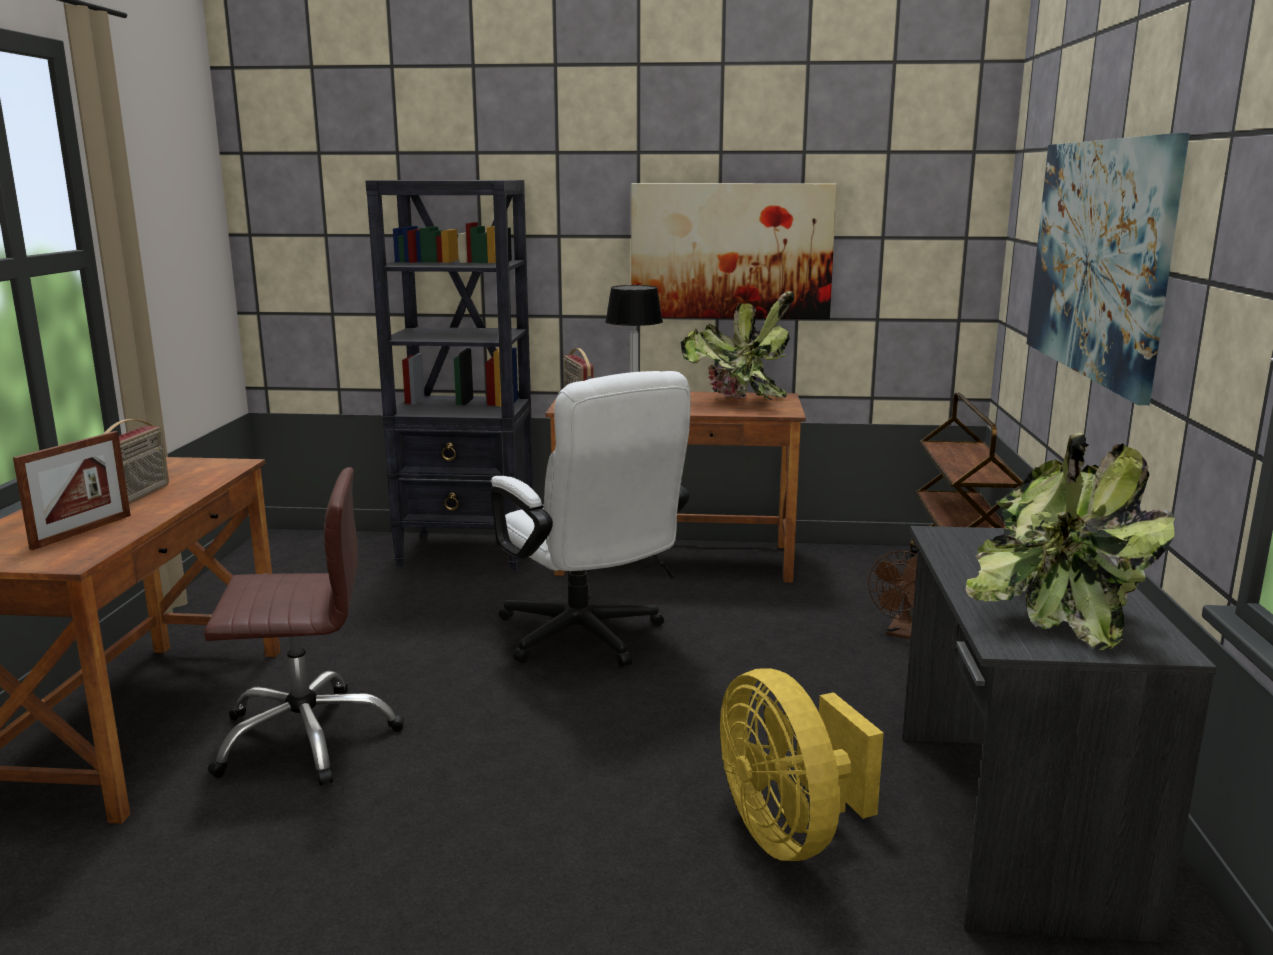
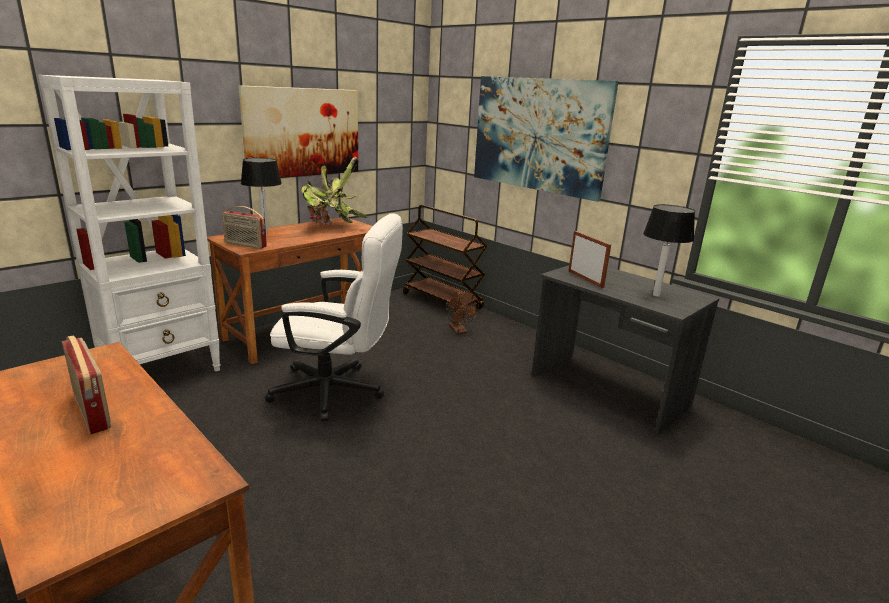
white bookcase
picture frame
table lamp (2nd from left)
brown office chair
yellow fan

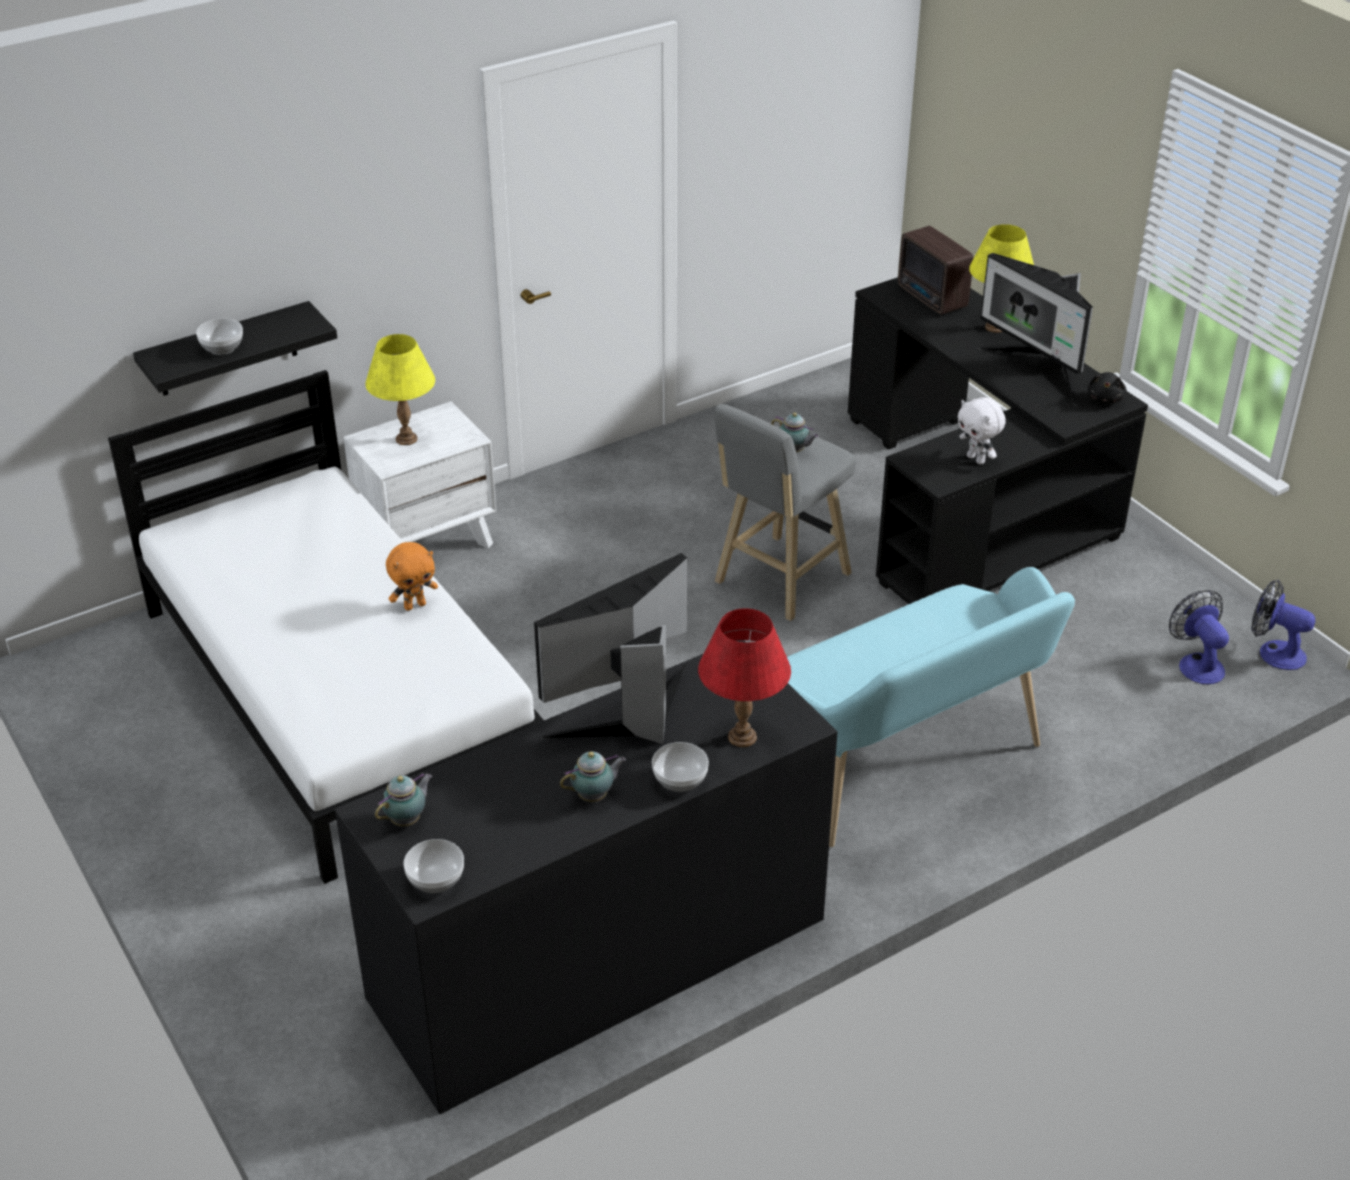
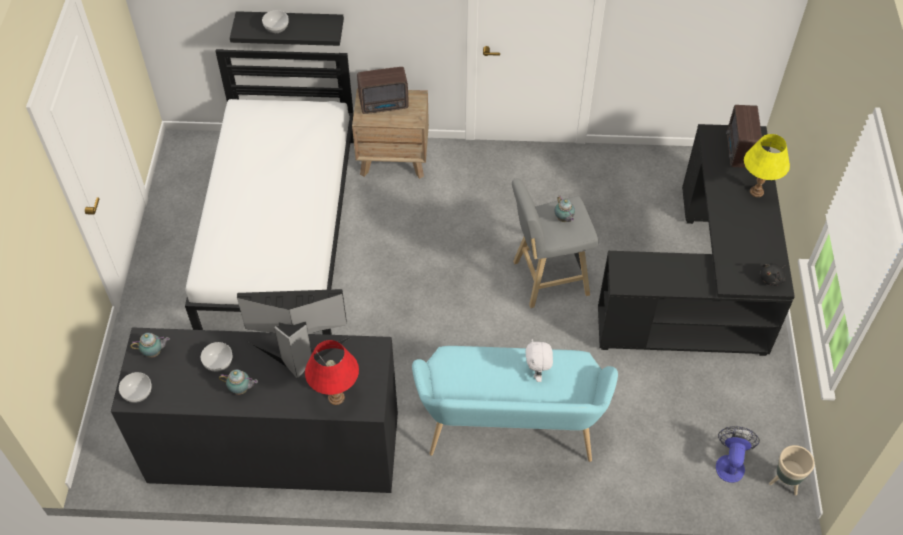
bowl (2nd from left)
brown nightstand
radio (1st from left)
white plush toy
beige planter
orange plush toy
monitor (2nd from left in the first image)

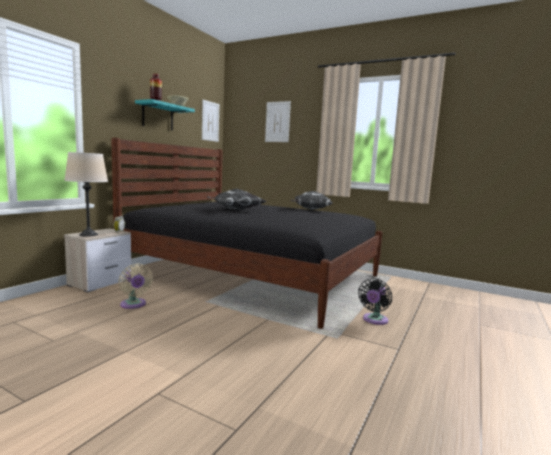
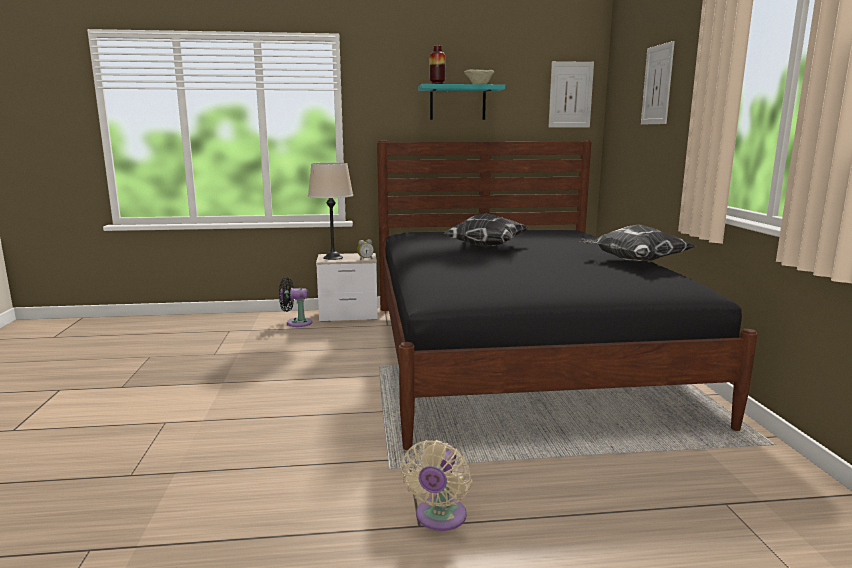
black fan
beige fan

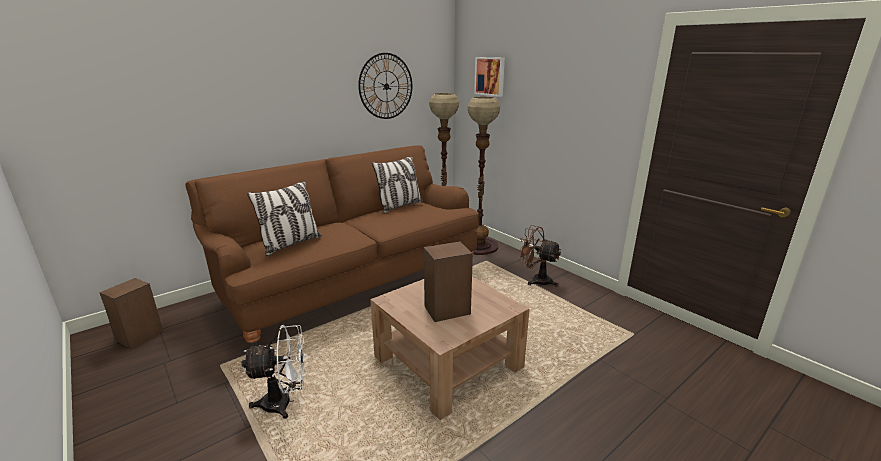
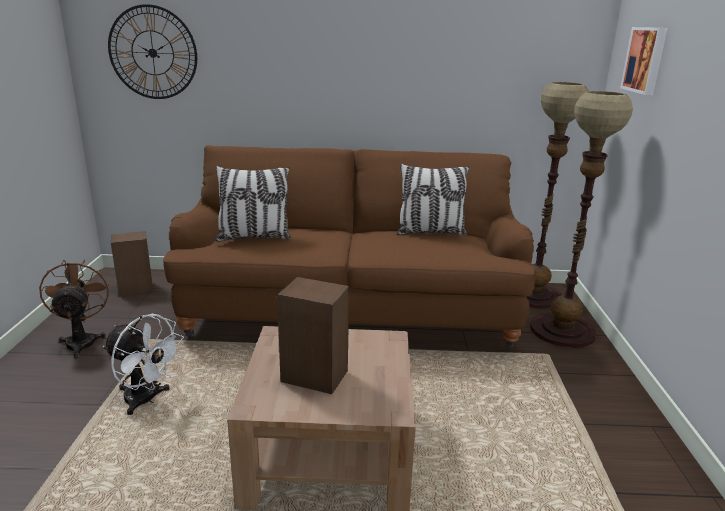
brown fan
wall clock

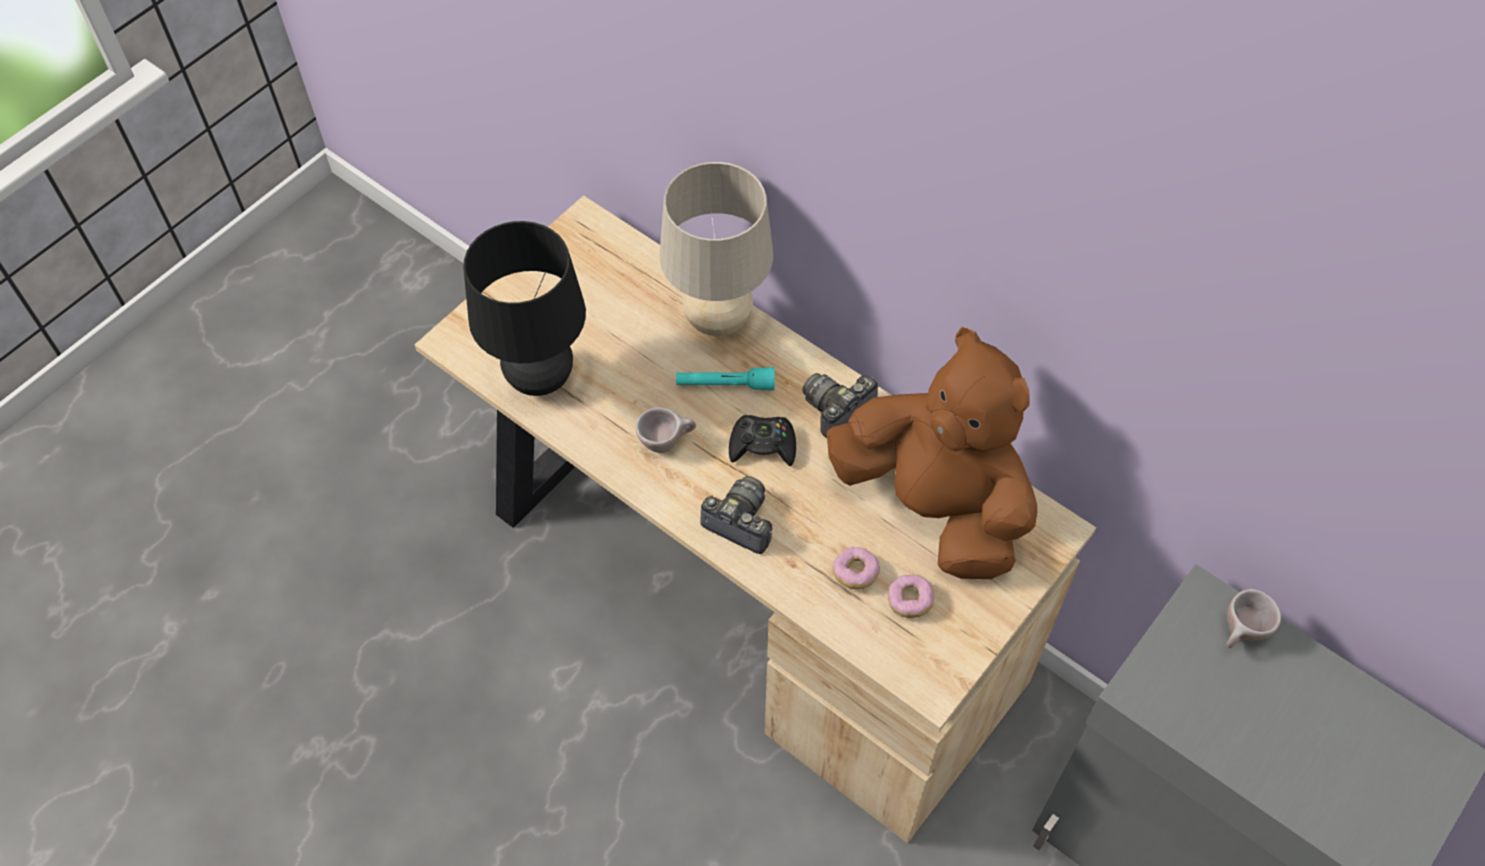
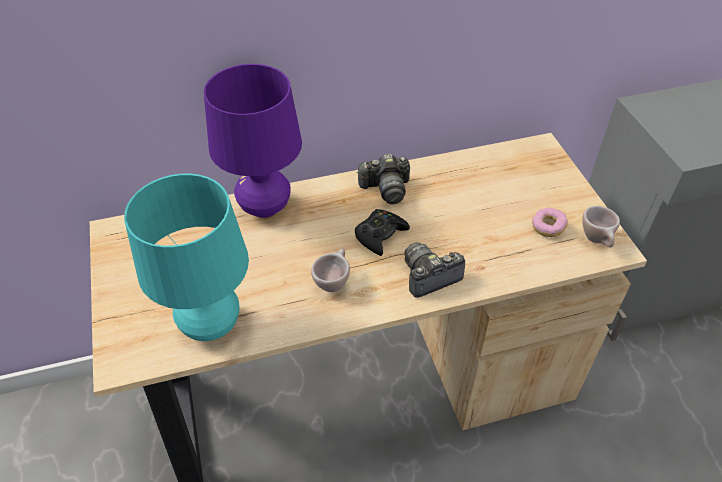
turquoise table lamp
purple table lamp
photo camera (1st from left)
beige cup (2nd from left)
turquoise flashlight
brown plush toy
donut (1st from left in the first image)

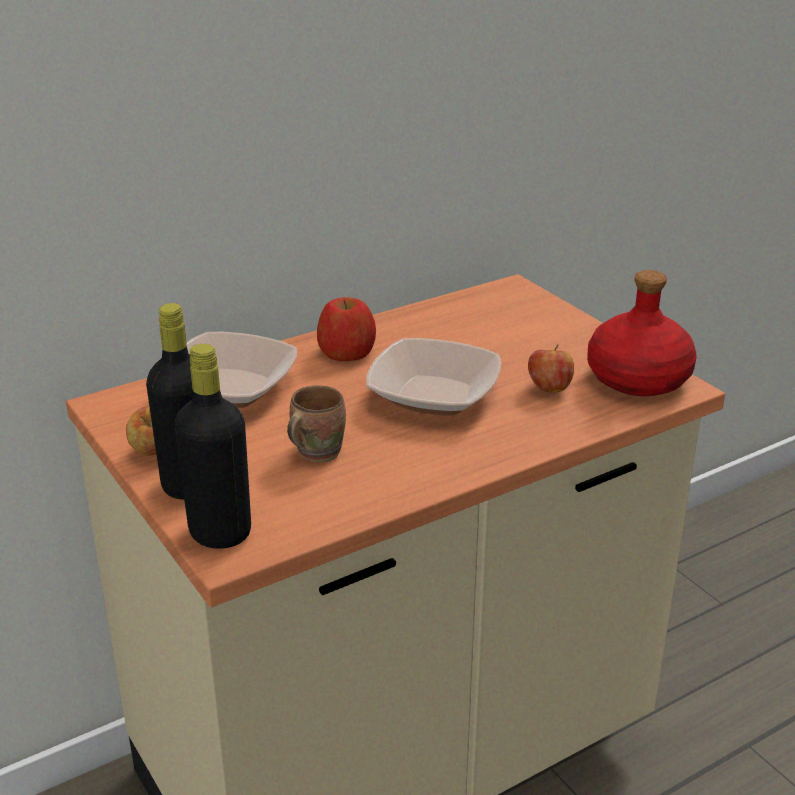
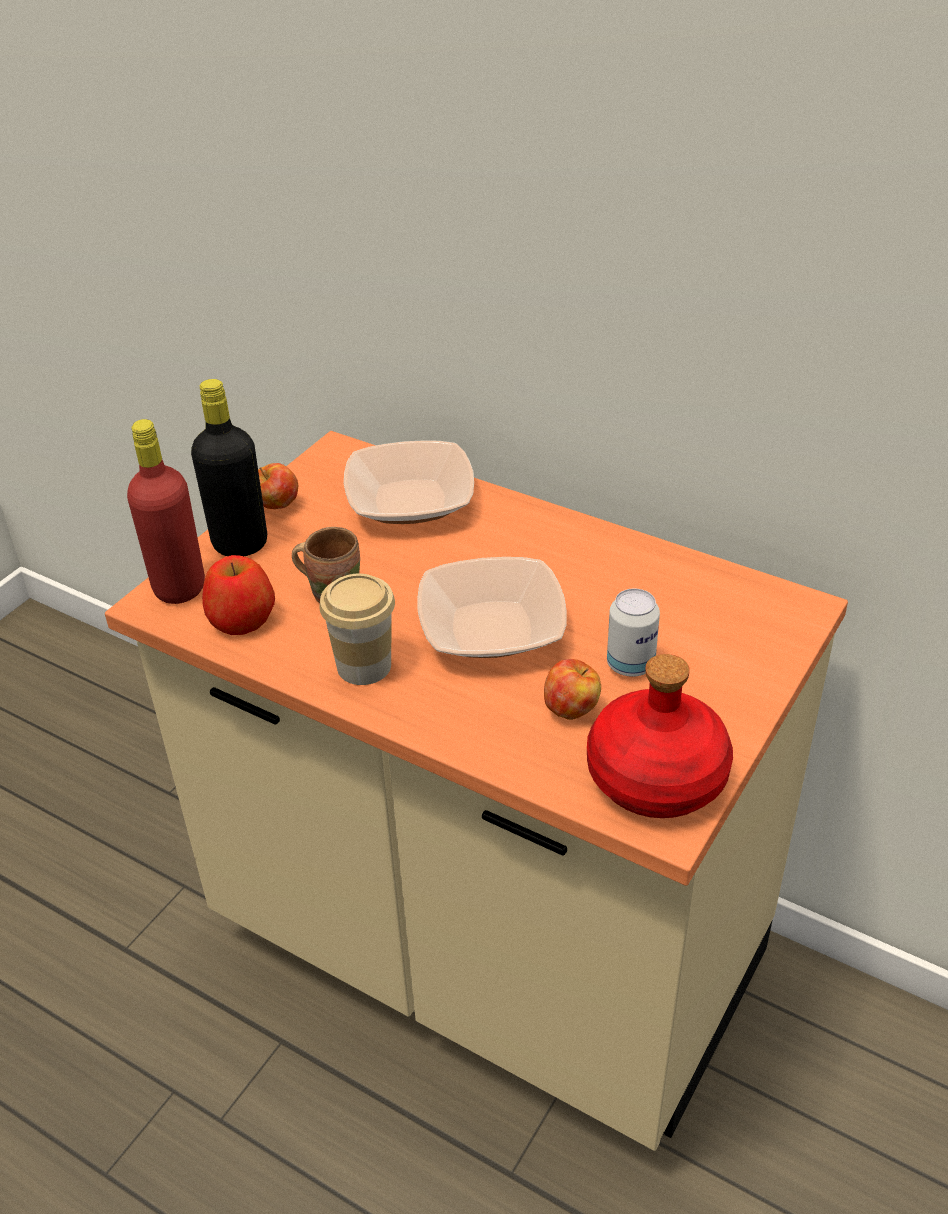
red bottle (1st from left)
apple (1st from left)
cup
can

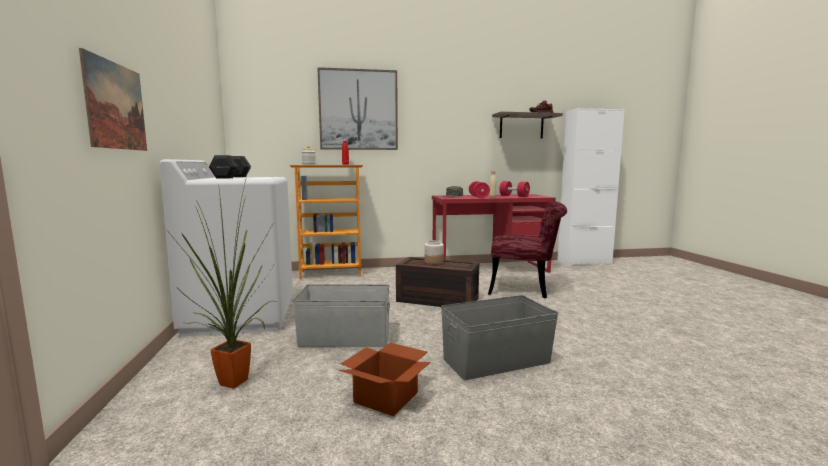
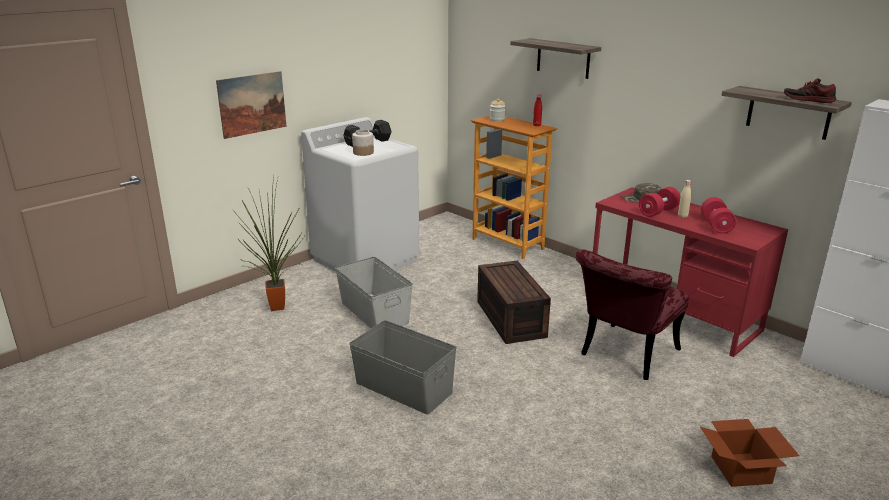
jar (1st from left)
shelf (1st from left)
red chair
cardboard box

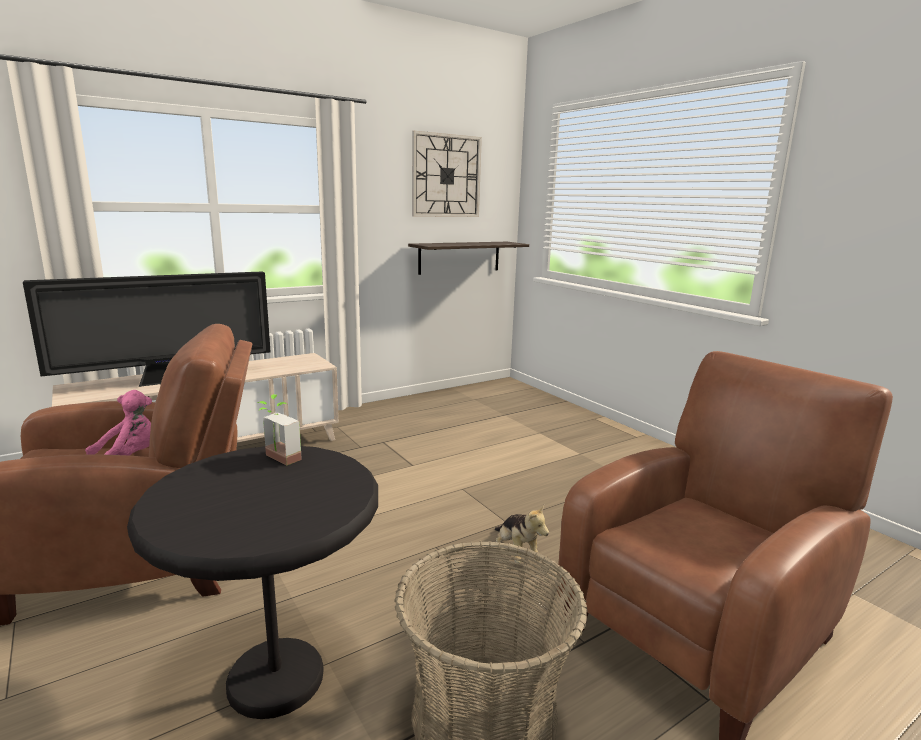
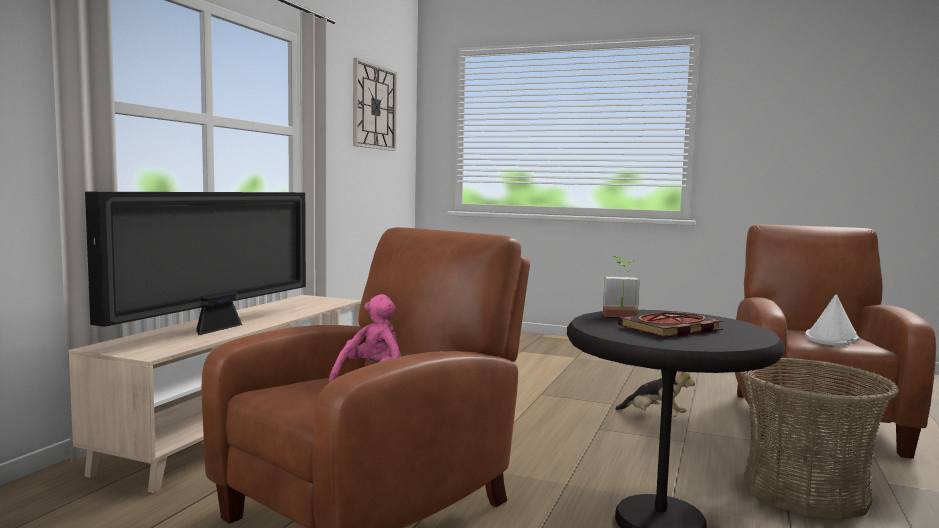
book
white hat
shelf

